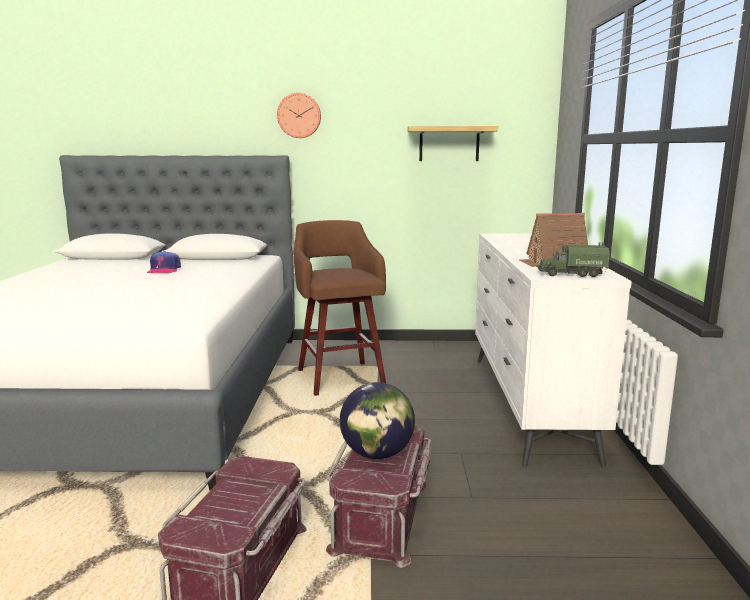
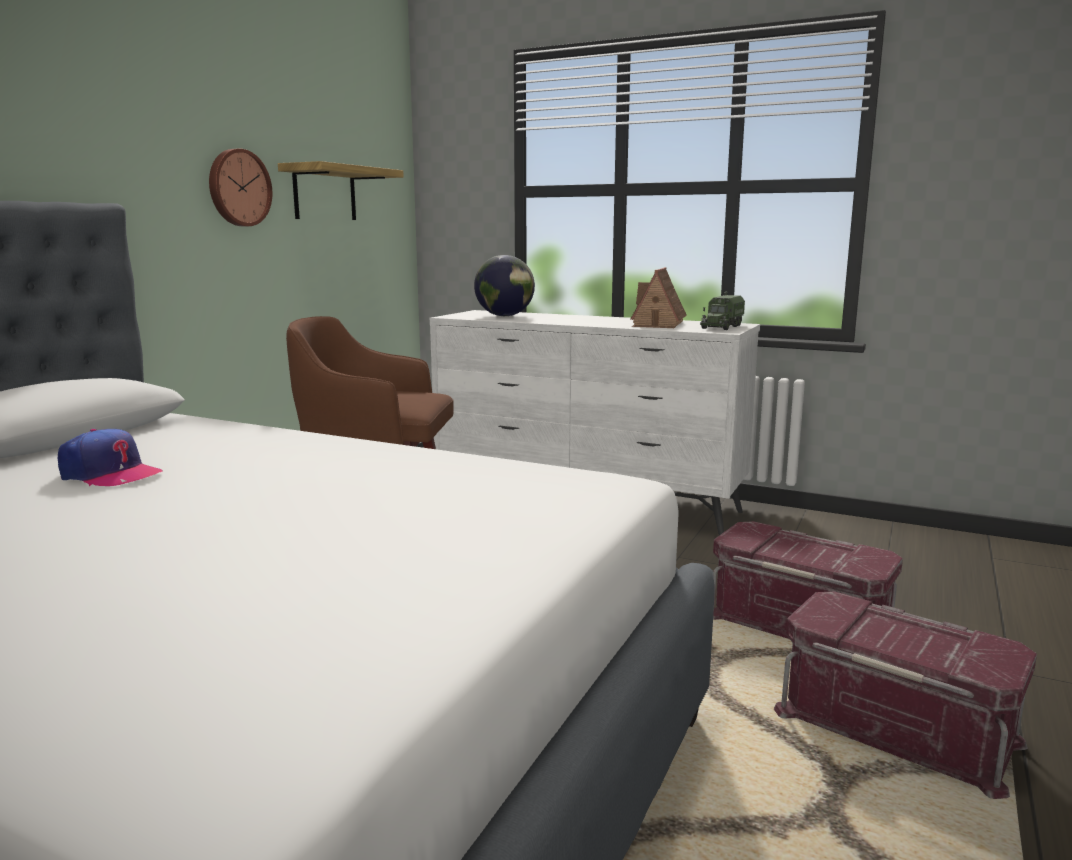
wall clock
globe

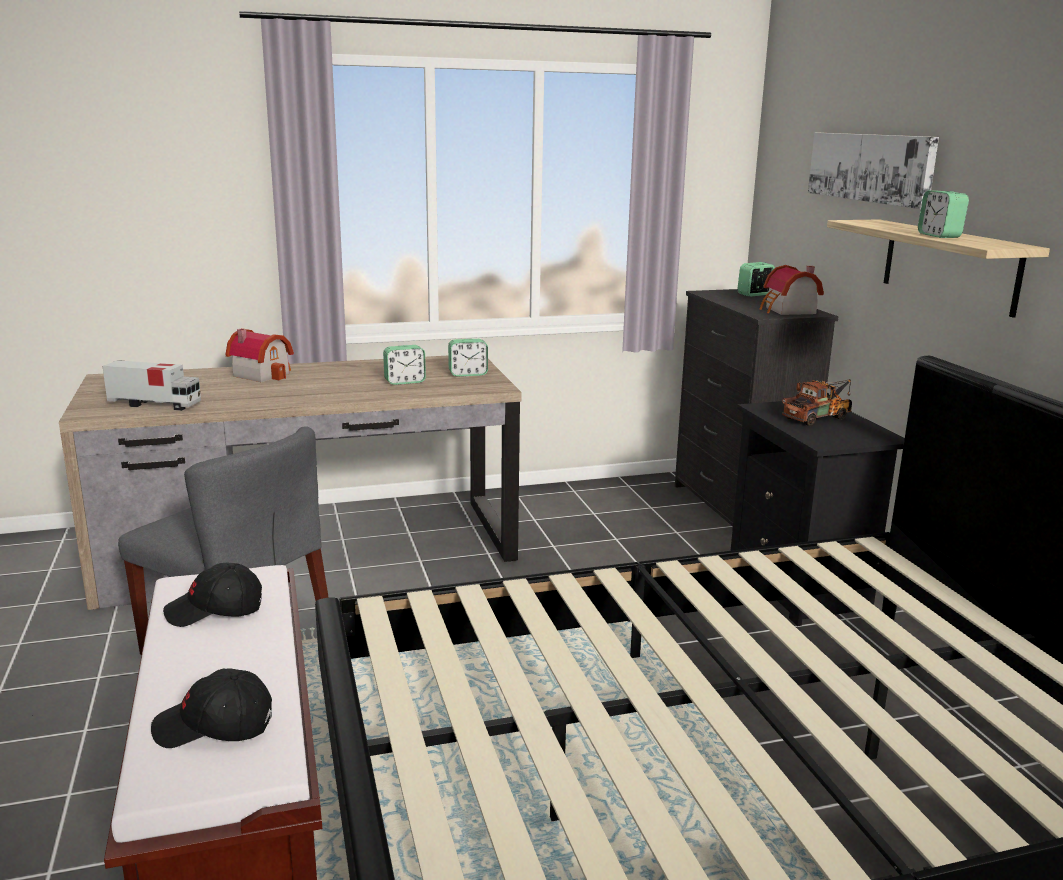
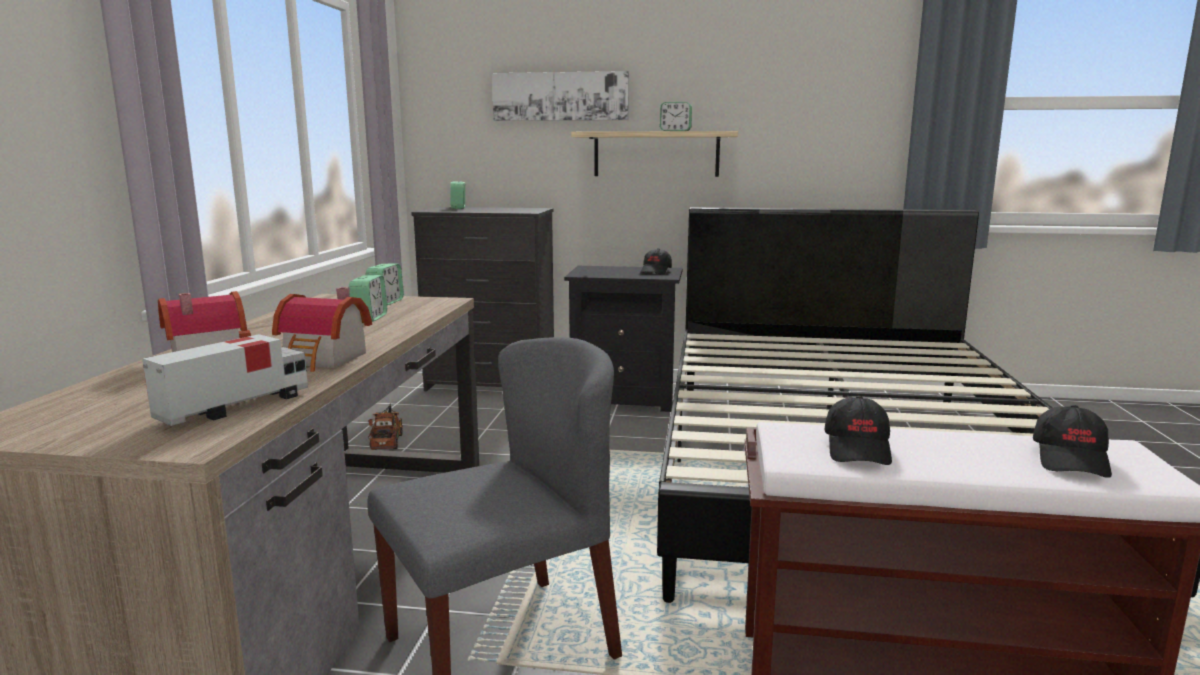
toy house (2nd from left)
toy truck (2nd from left)
black cap (1st from left)

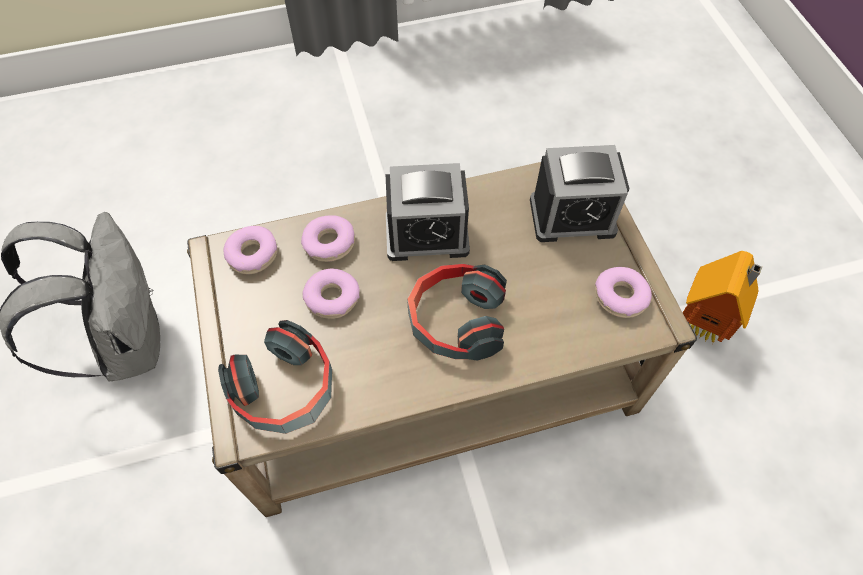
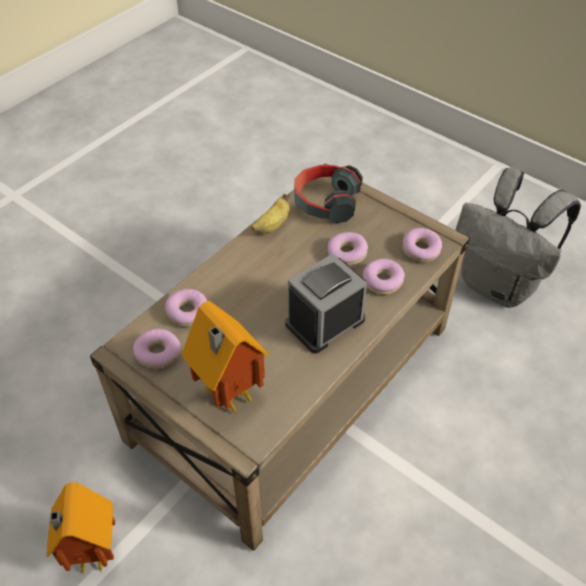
donut (2nd from left)
toy house (2nd from left)
banana
headphones (2nd from left in the first image)

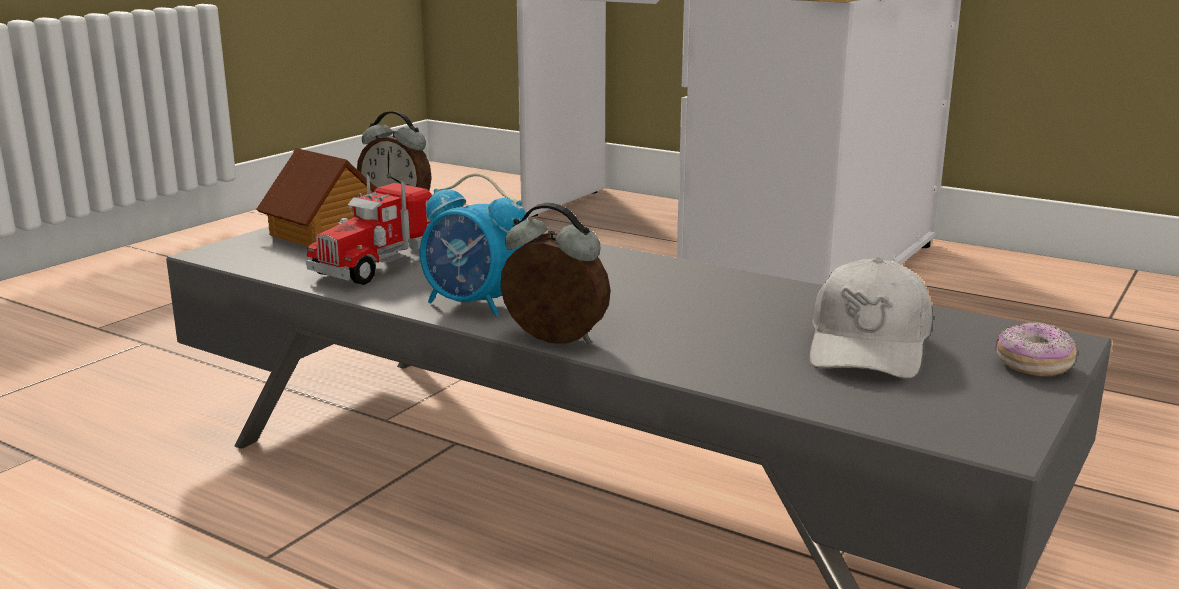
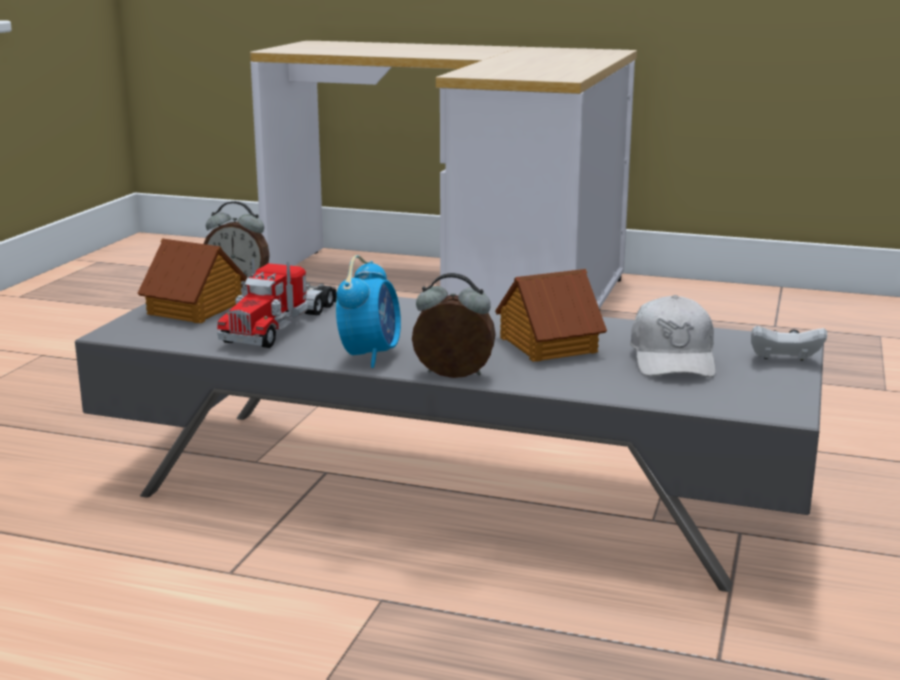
alarm clock (2nd from left)
toy house (2nd from left)
white game controller

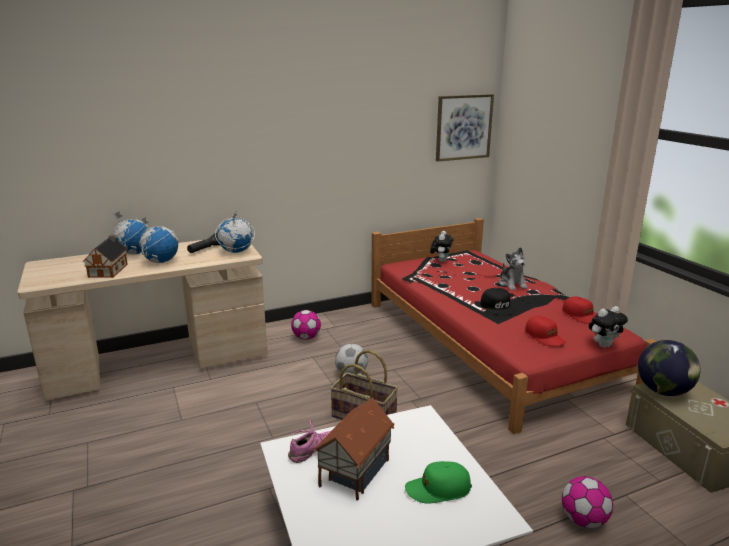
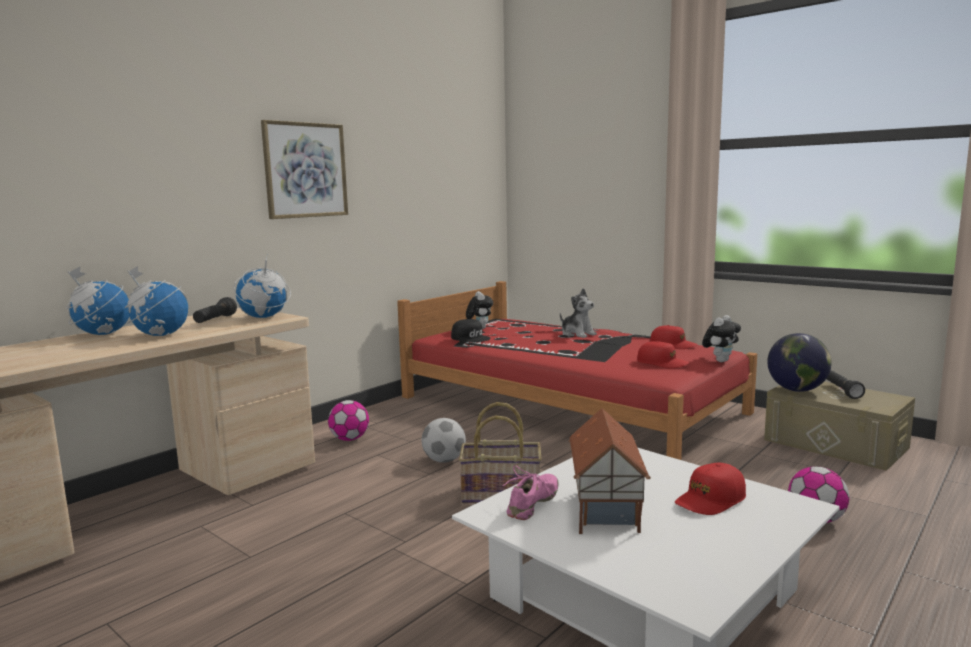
picture
black cap
red cap (3rd from left)
black flashlight (2nd from left)
toy house (1st from left in the first image)

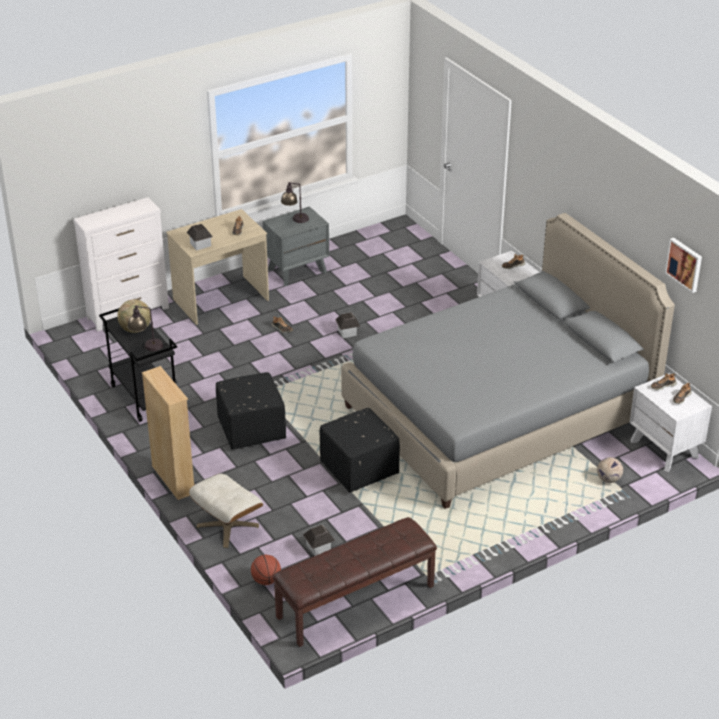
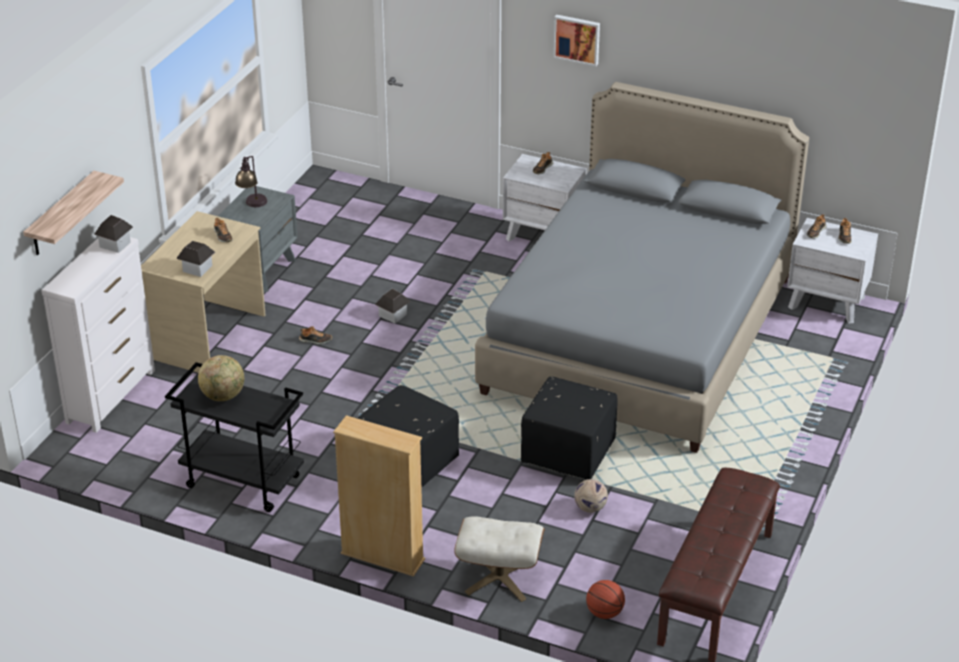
shelf
toy house (1st from left)
picture
football
table lamp (1st from left in the first image)

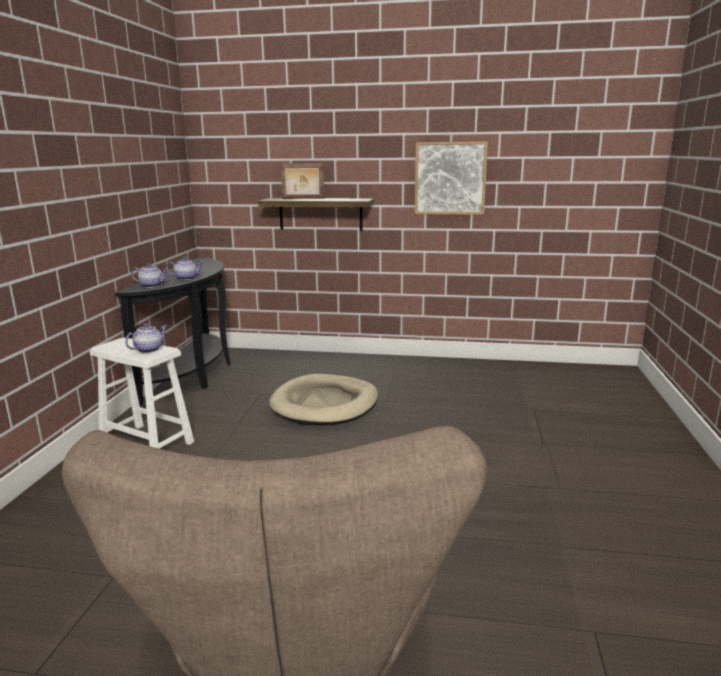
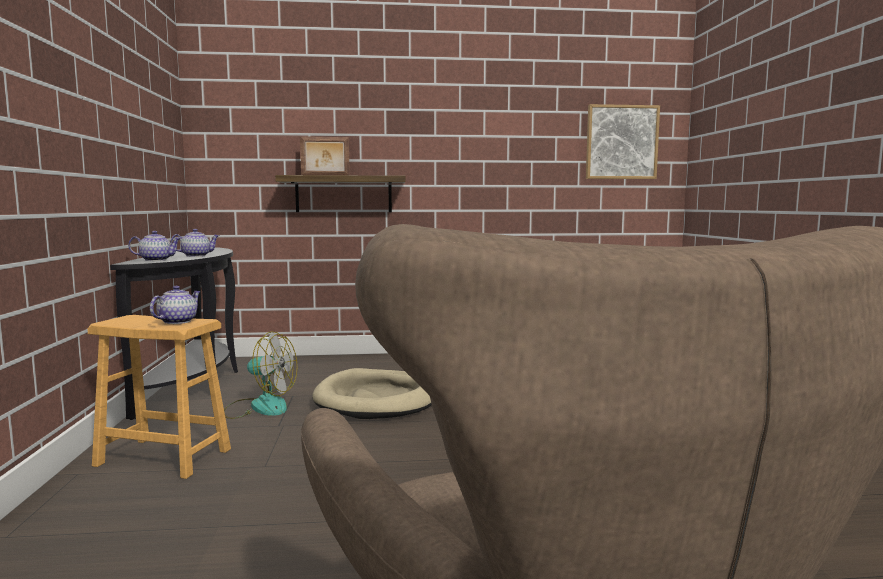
brown stool
fan
picture

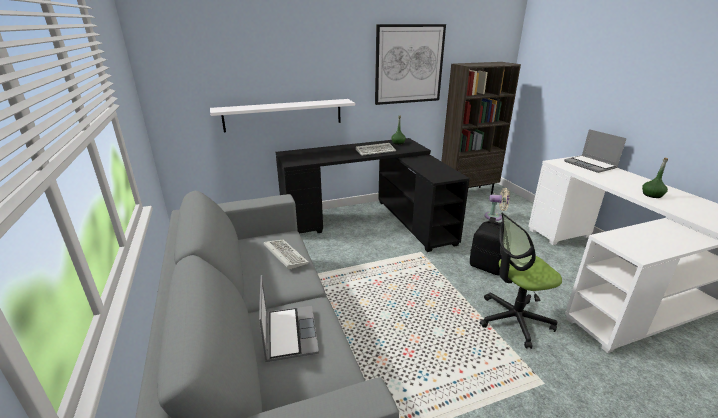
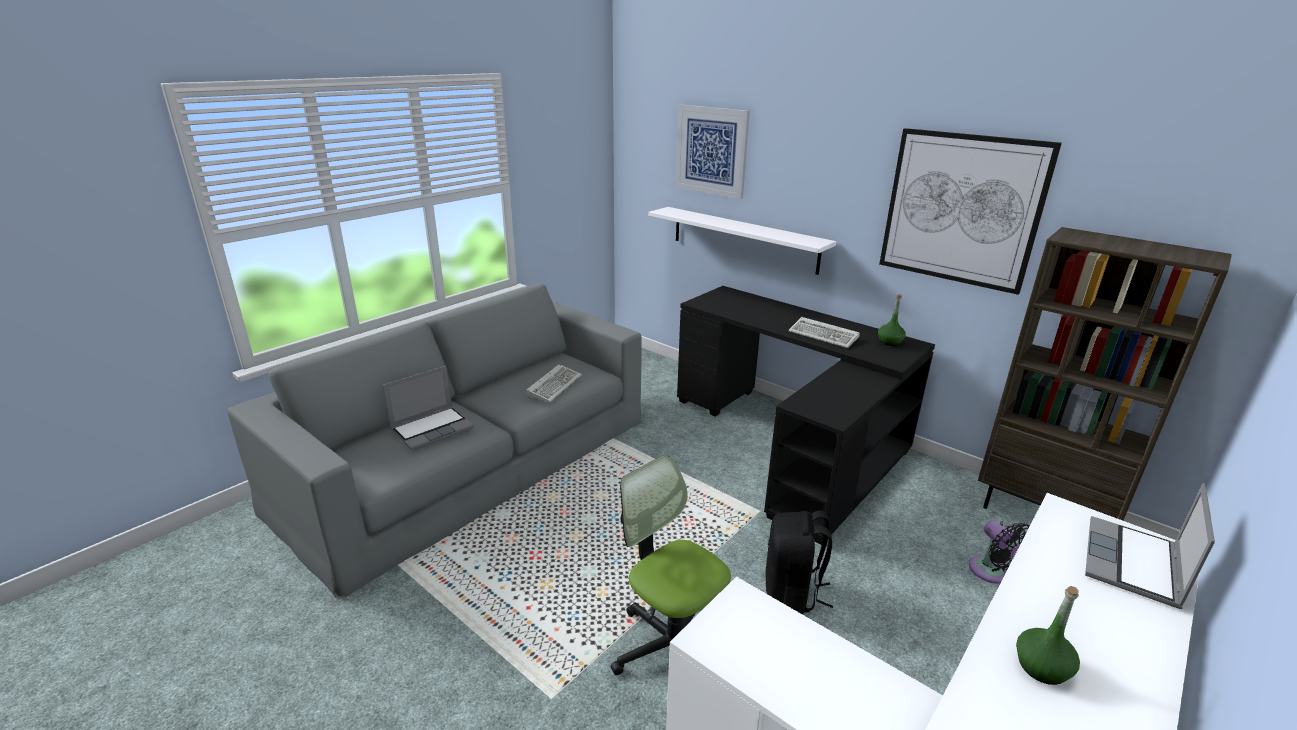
picture (1st from left)
black fan

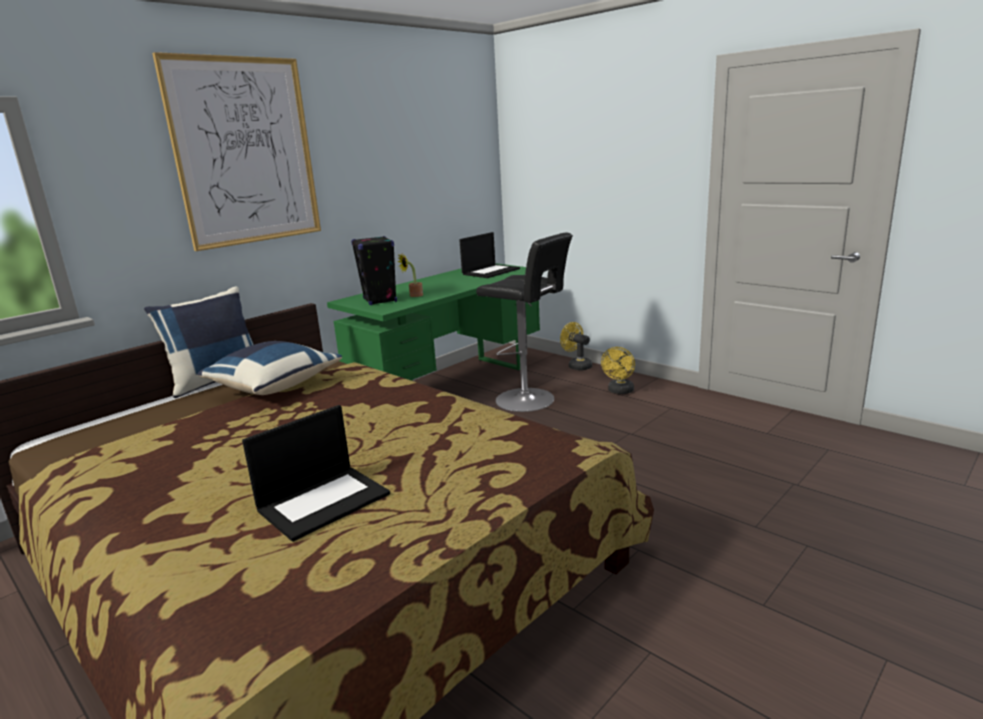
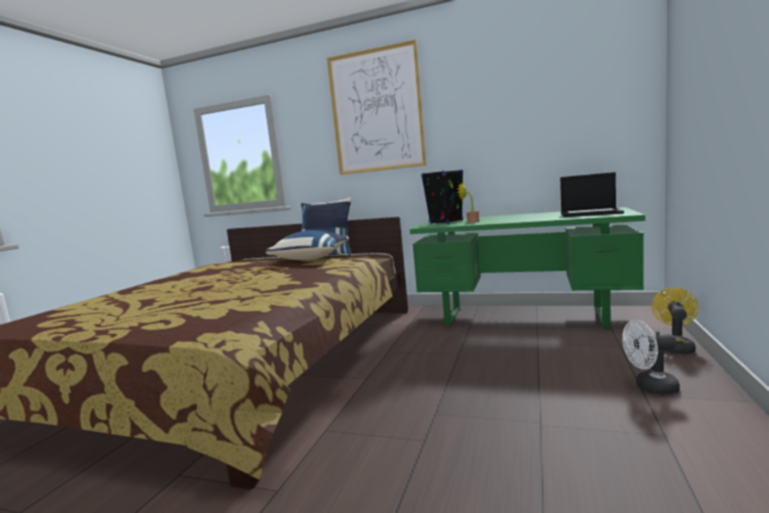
white fan
laptop (1st from left in the first image)
black stool

